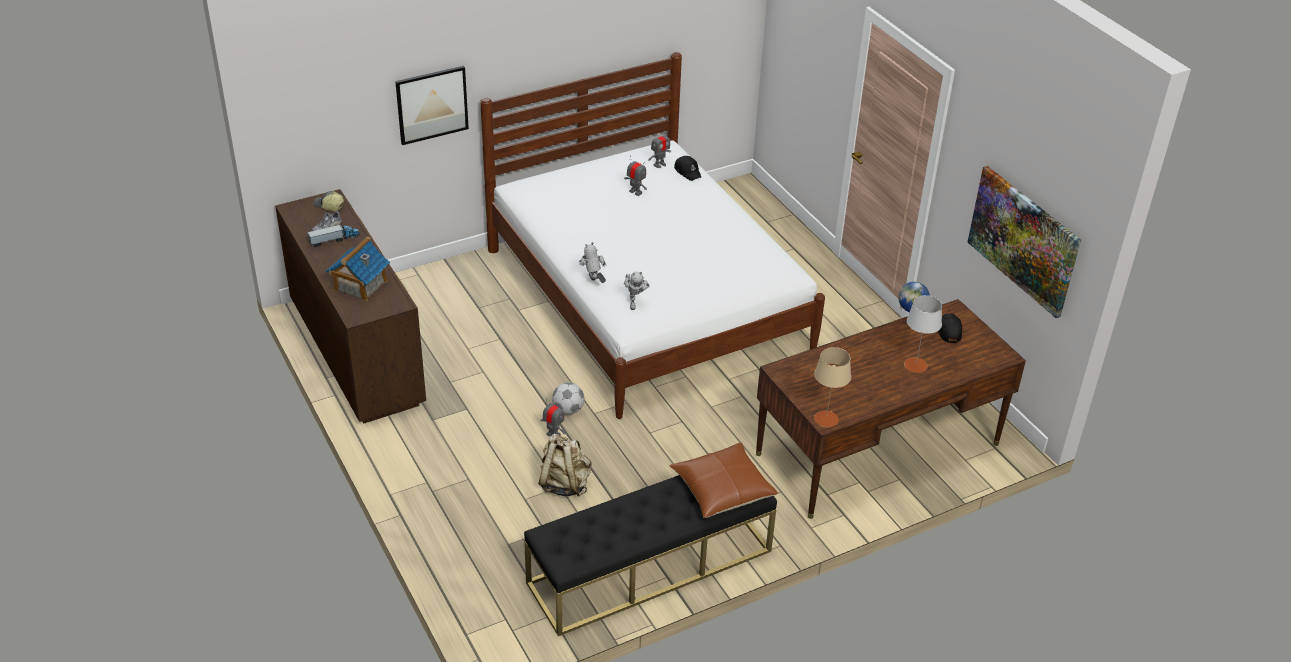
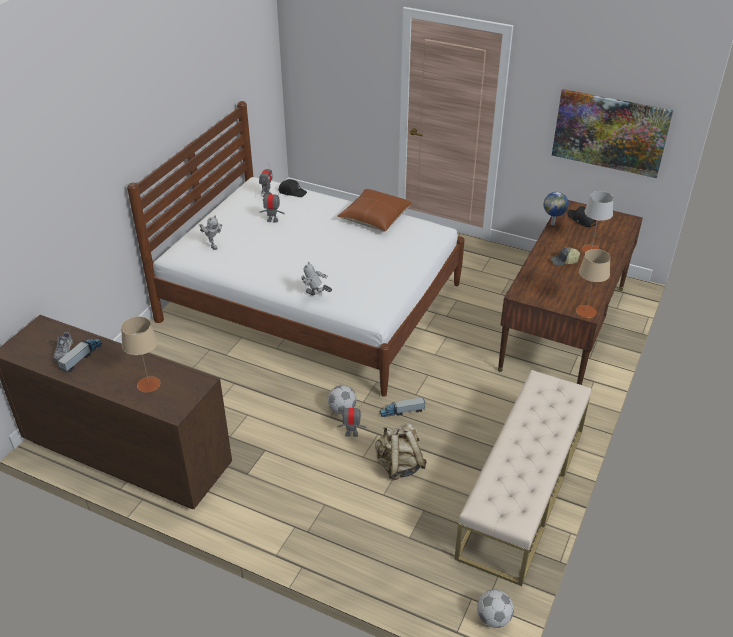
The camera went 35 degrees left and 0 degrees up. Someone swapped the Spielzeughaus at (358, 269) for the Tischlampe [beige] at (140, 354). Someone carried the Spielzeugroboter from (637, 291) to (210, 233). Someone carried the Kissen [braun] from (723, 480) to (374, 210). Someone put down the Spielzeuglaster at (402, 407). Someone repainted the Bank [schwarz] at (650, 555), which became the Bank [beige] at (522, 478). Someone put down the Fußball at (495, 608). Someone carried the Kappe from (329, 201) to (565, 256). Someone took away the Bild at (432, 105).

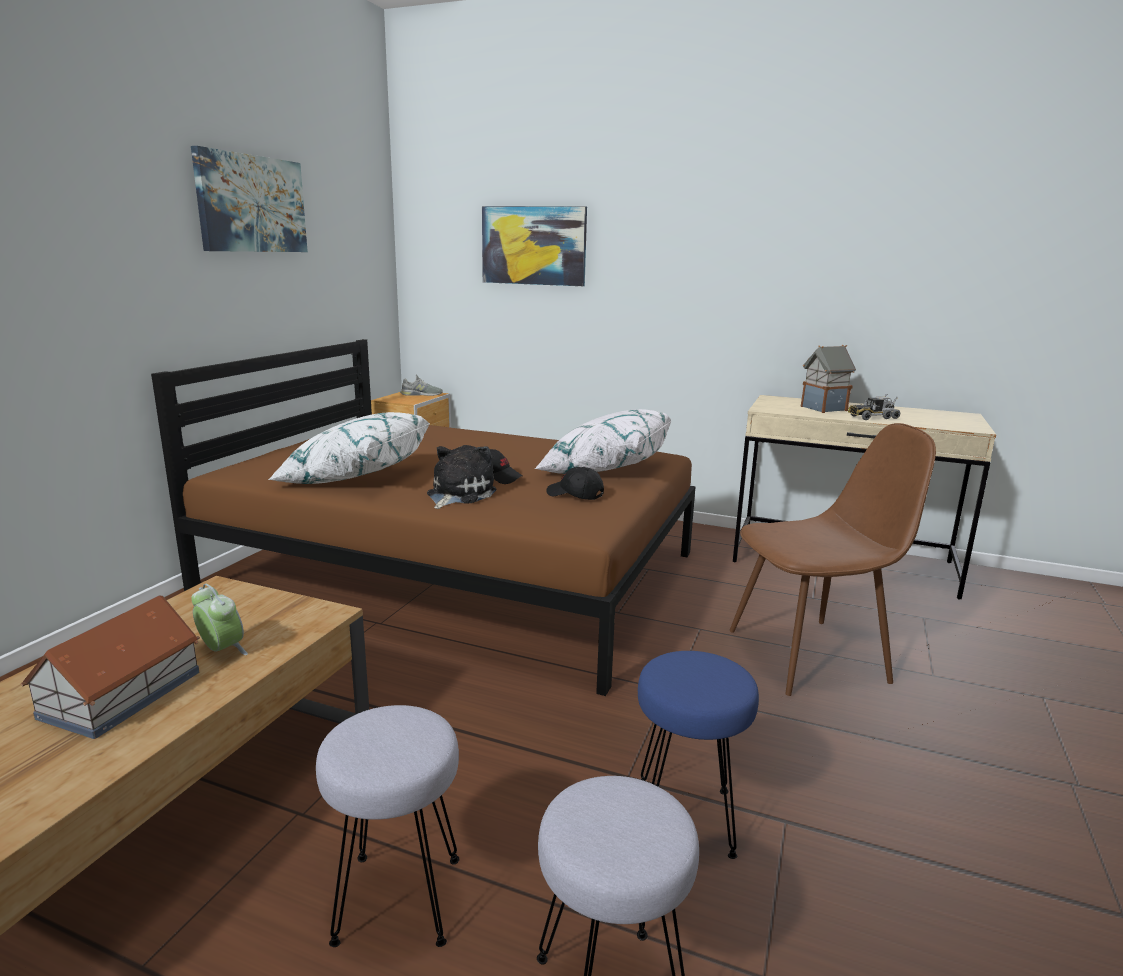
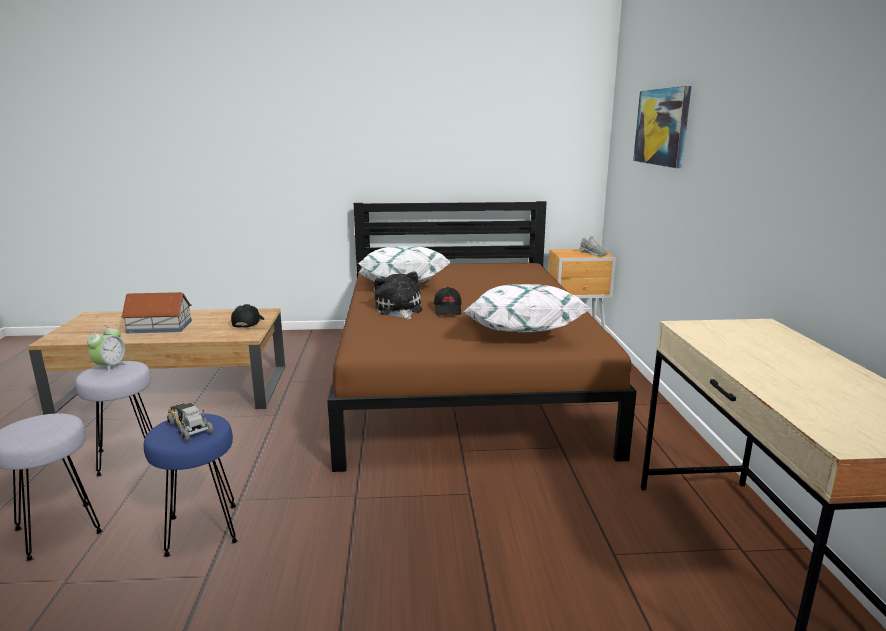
The camera went 65 degrees right and 0 degrees up. Someone carried the Wecker from (219, 619) to (107, 349). Someone carried the Spielzeuglaster from (874, 407) to (190, 422). Someone carried the Kappe [schwarz] from (575, 483) to (247, 316). Someone rotated the Plüschtier at (462, 477) by 105 degrees counterclockwise. Someone took away the Bild at (249, 199). Someone took away the Stuhl [braun] at (833, 559). Someone took away the Spielzeughaus at (828, 379).

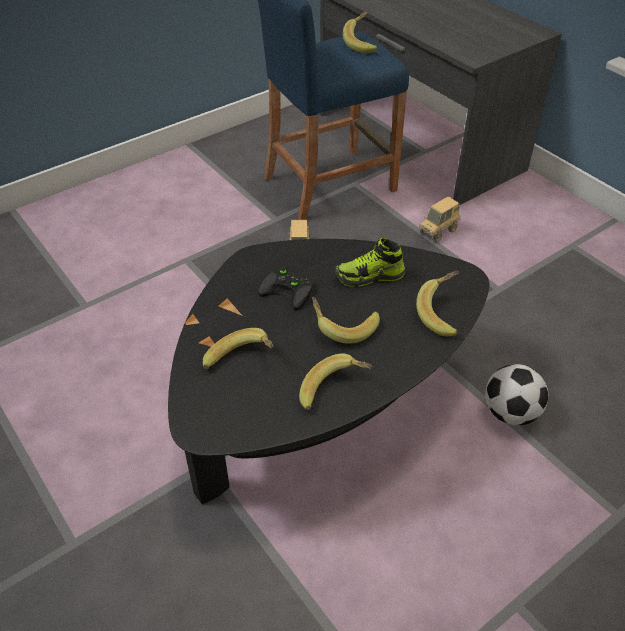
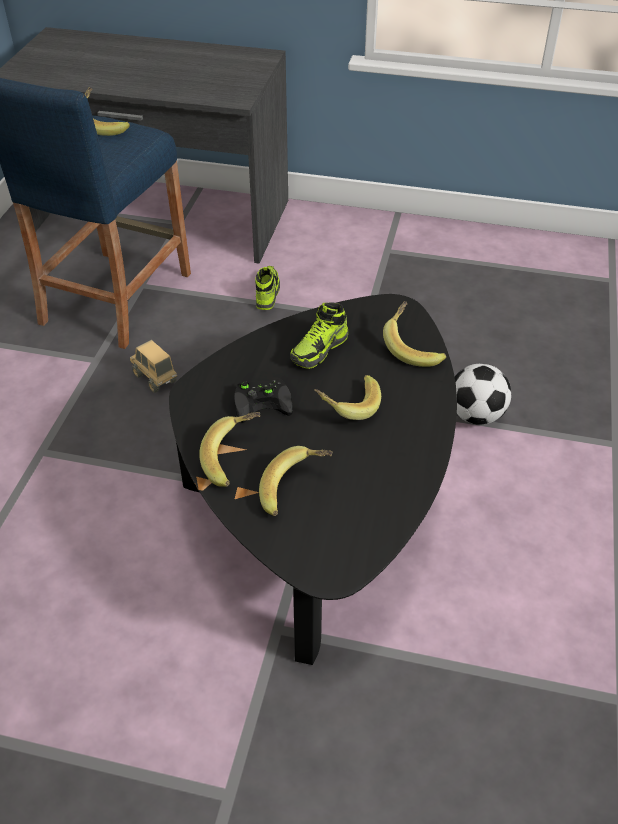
The camera went 40 degrees left and 0 degrees up. Someone carried the Banane from (335, 382) to (229, 449). Someone swapped the Spielzeuglaster at (440, 219) for the Schuh at (267, 288).

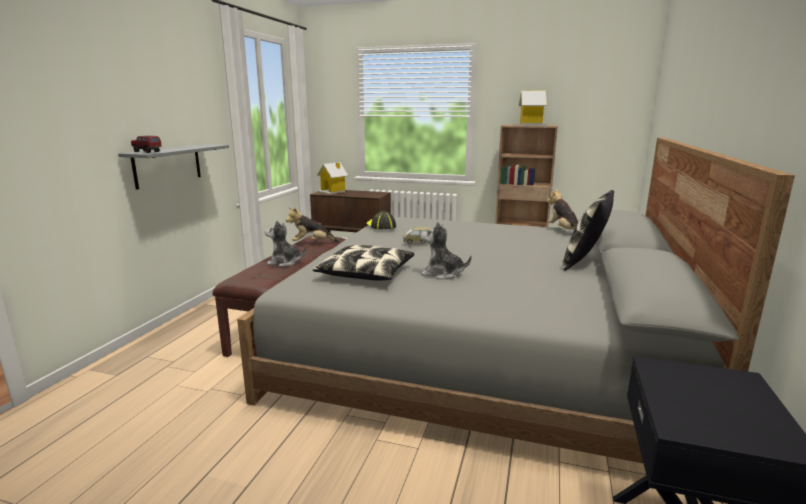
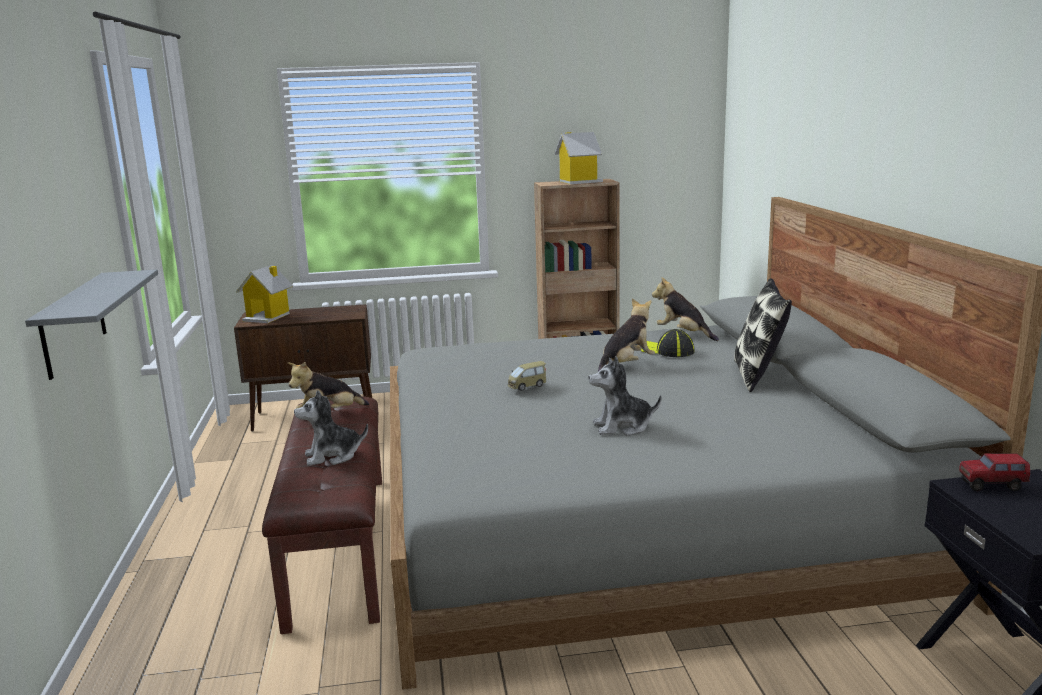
The camera went 25 degrees left and 0 degrees up. Someone put down the Plüschtier at (626, 335). Someone carried the Kappe from (381, 220) to (668, 343). Someone carried the Spielzeuglaster from (146, 144) to (994, 472). Someone took away the Kissen at (363, 263).

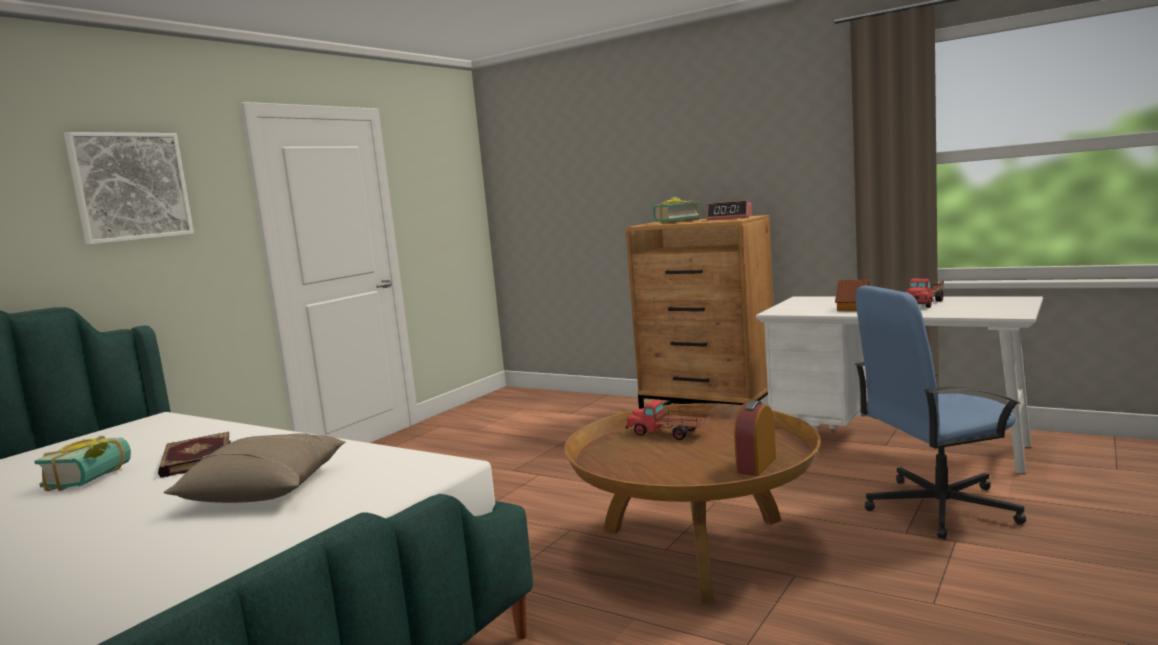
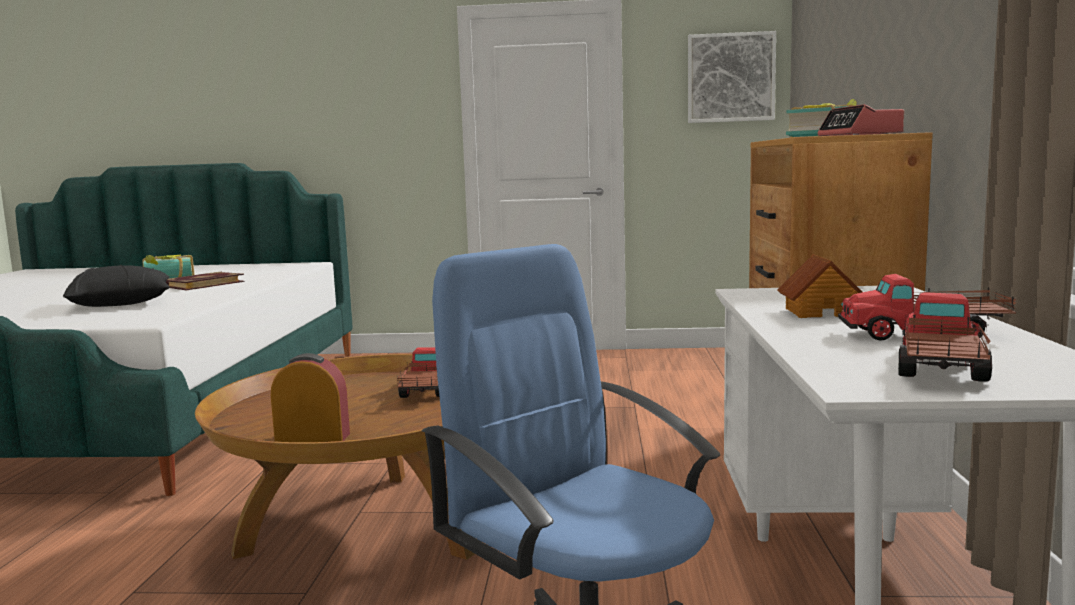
The camera went 60 degrees right and 0 degrees up. Someone repainted the Kissen [beige] at (255, 468), which became the Kissen [schwarz] at (116, 286). Someone carried the Bild from (129, 188) to (732, 77). Someone put down the Spielzeuglaster at (945, 337).

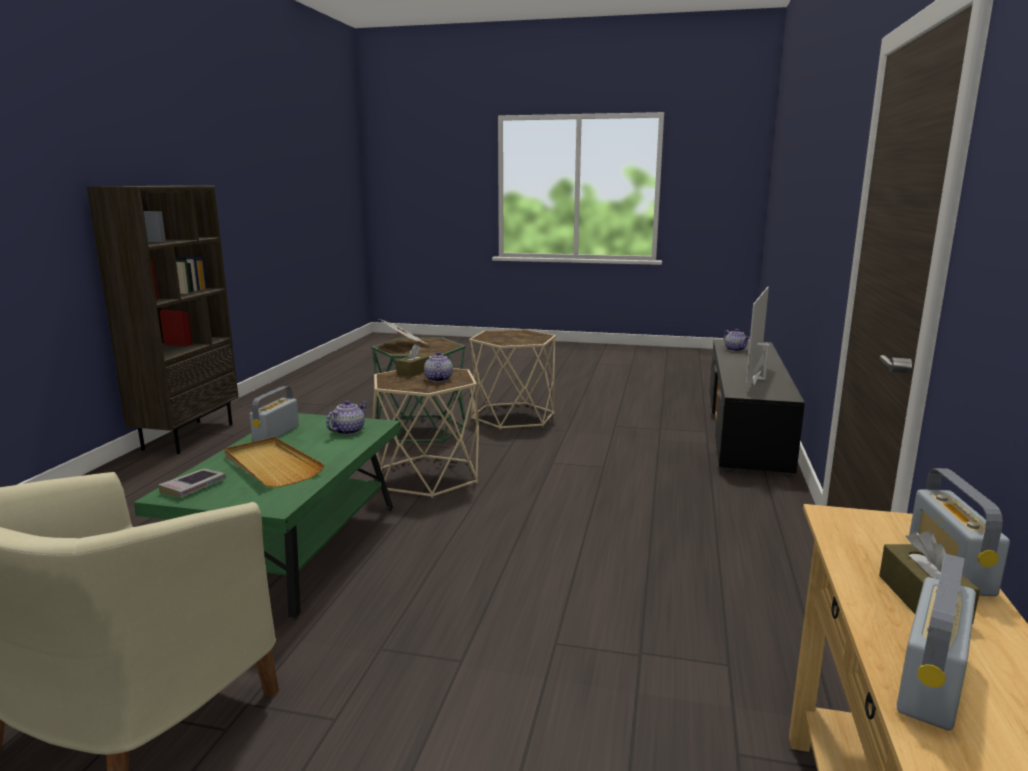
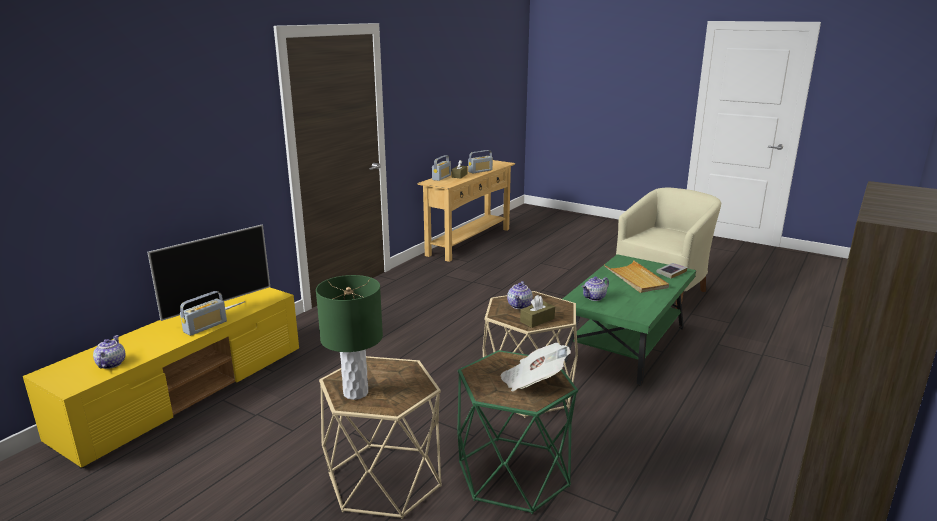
The camera went 160 degrees left and 5 degrees up. Someone repainted the Fernsehschrank [schwarz] at (757, 408), which became the Fernsehschrank [gelb] at (161, 377). Someone carried the Radio from (274, 414) to (203, 313). Someone put down the Tischlampe [grün] at (349, 337).

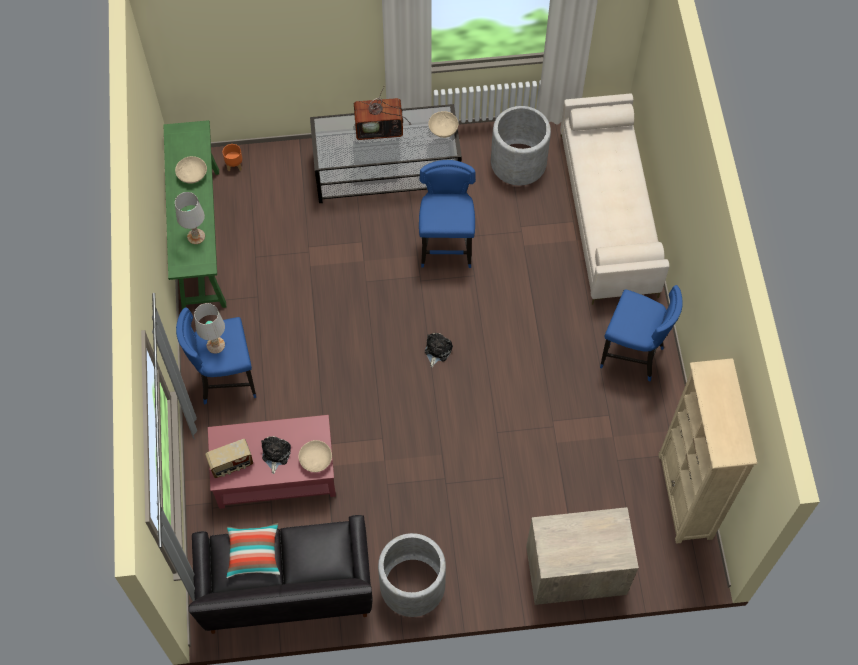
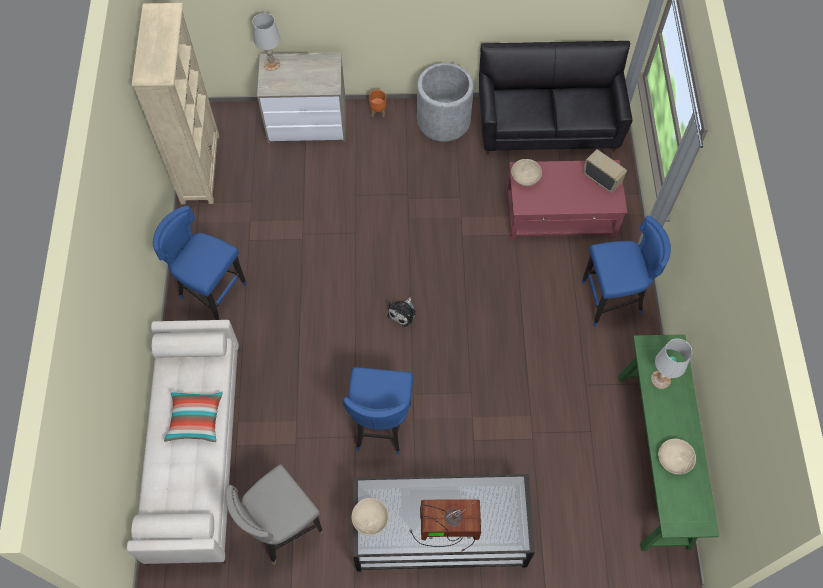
The camera went 175 degrees left and 0 degrees up. Someone carried the Kissen from (253, 550) to (193, 416). Someone swapped the Pflanzkübel [grau] at (521, 145) for the Hocker [grau] at (274, 514). Someone carried the Tischlampe [weiß] from (209, 328) to (266, 42). Someone carried the Pflanzkübel [orange] from (232, 157) to (378, 103). Someone rotated the Radio at (229, 458) by 60 degrees clockwise. Someone took away the Plüschtier at (276, 455).

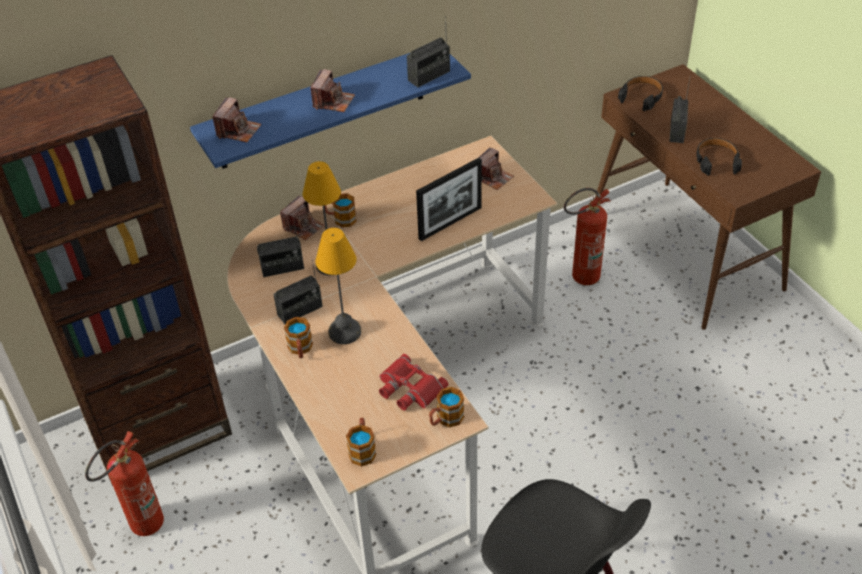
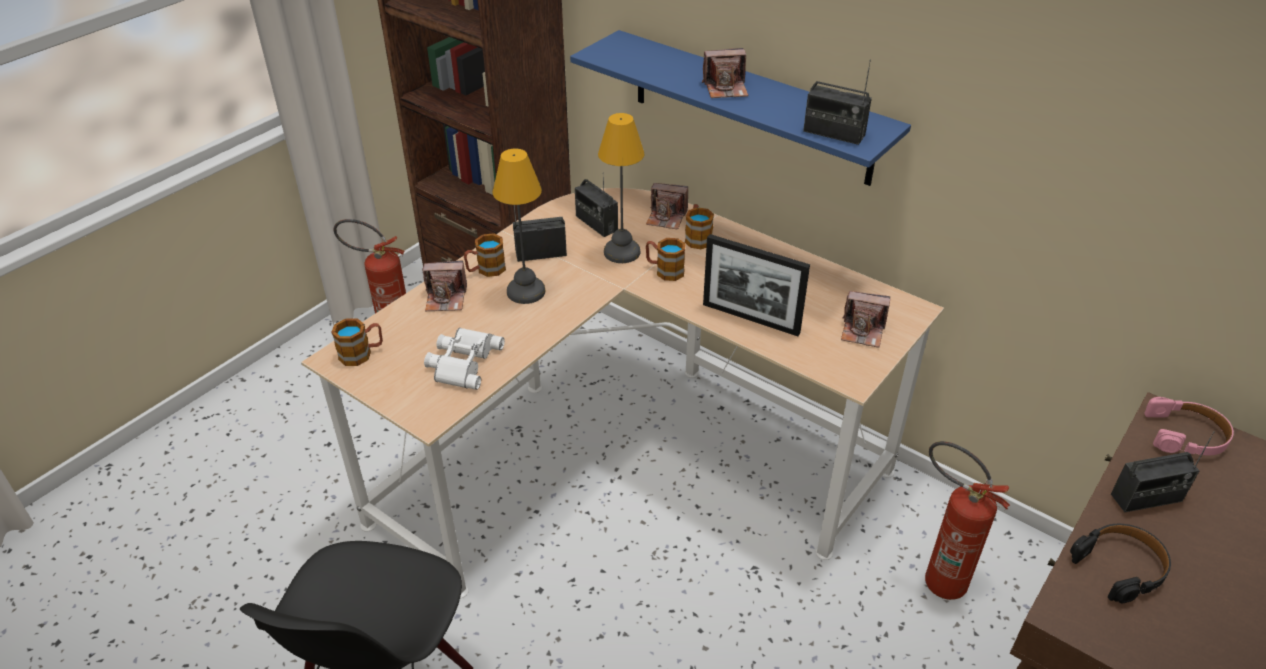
The camera went 65 degrees right and 5 degrees down. Someone carried the Kamera from (236, 119) to (444, 285). Someone repainted the Fernglas [rot] at (413, 382), which became the Fernglas [weiß] at (464, 359). Someone rotated the Radio at (298, 292) by 135 degrees clockwise. Someone carried the Henkelbecher from (446, 407) to (666, 259). Someone repainted the Kopfhörer [schwarz] at (640, 93), which became the Kopfhörer [rosa] at (1189, 426).

